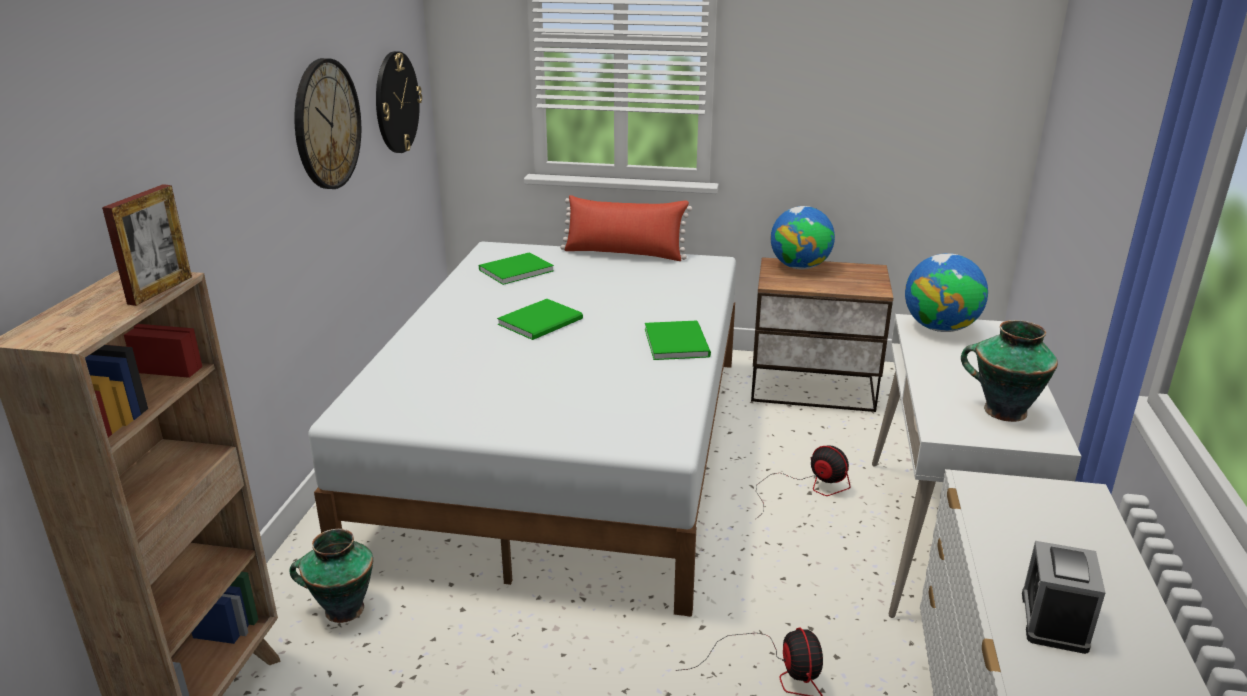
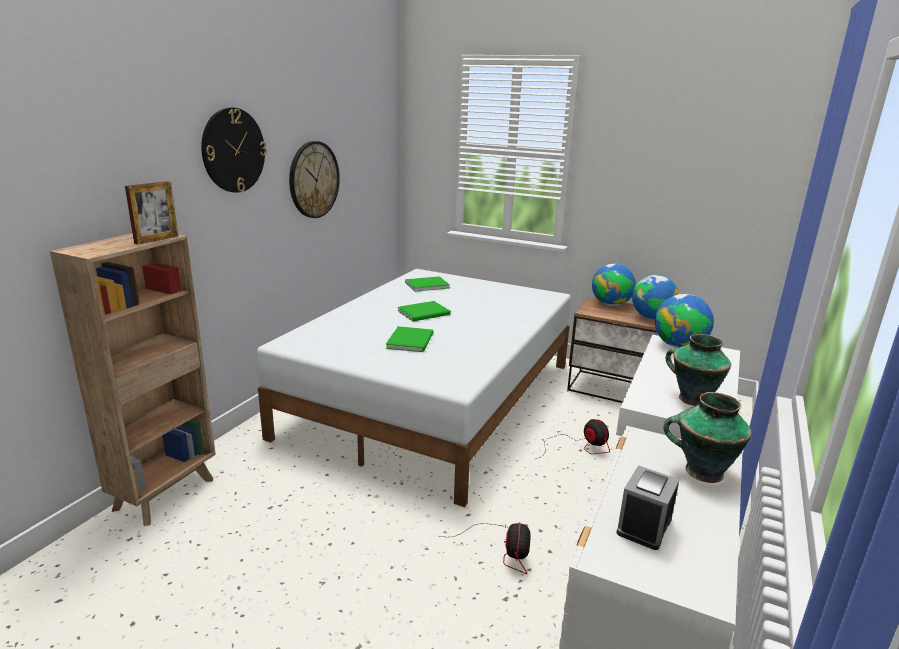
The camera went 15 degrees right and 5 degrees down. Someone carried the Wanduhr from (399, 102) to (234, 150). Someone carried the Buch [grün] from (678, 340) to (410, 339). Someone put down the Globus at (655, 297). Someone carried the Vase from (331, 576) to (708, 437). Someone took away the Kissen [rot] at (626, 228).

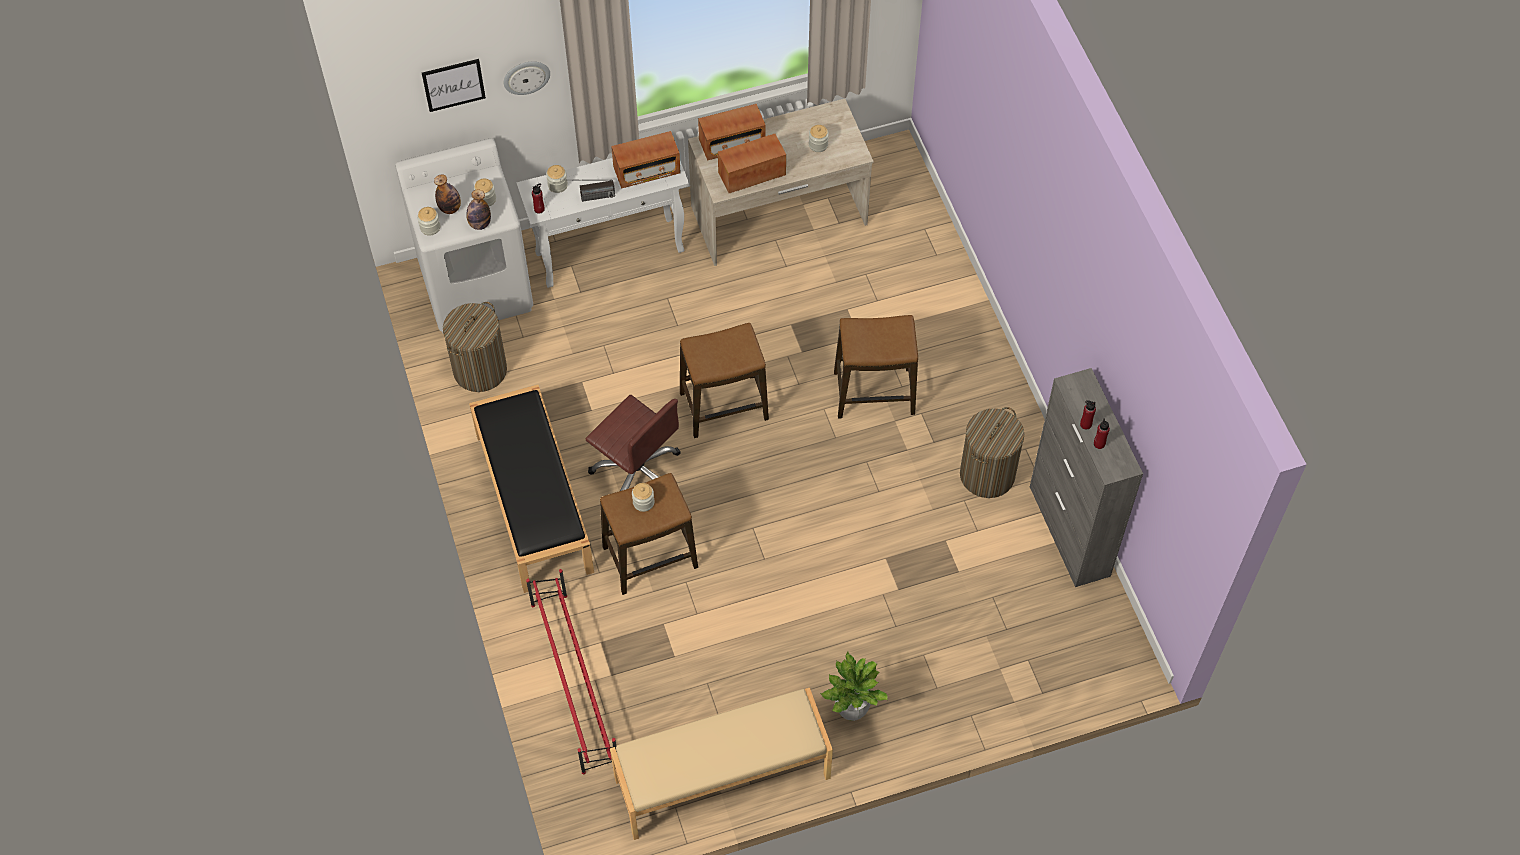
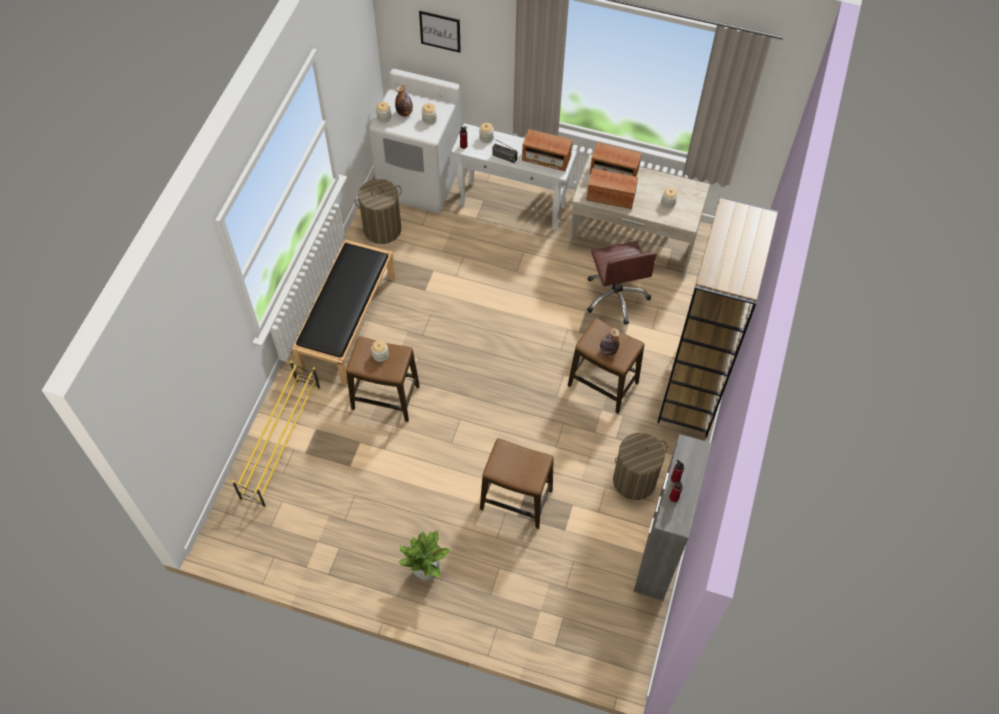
The camera went 35 degrees right and 0 degrees up. Someone repainted the Schuhregal [rot] at (571, 672), which became the Schuhregal [gelb] at (276, 434). Someone carried the Hocker from (724, 380) to (517, 483). Someone carried the Bürostuhl [braun] from (633, 443) to (622, 282). Someone carried the Flasche from (478, 210) to (610, 342). Someone put down the Bücherregal [braun] at (717, 317). Someone took away the Wanduhr at (527, 78). Someone took away the Bank [beige] at (721, 764).

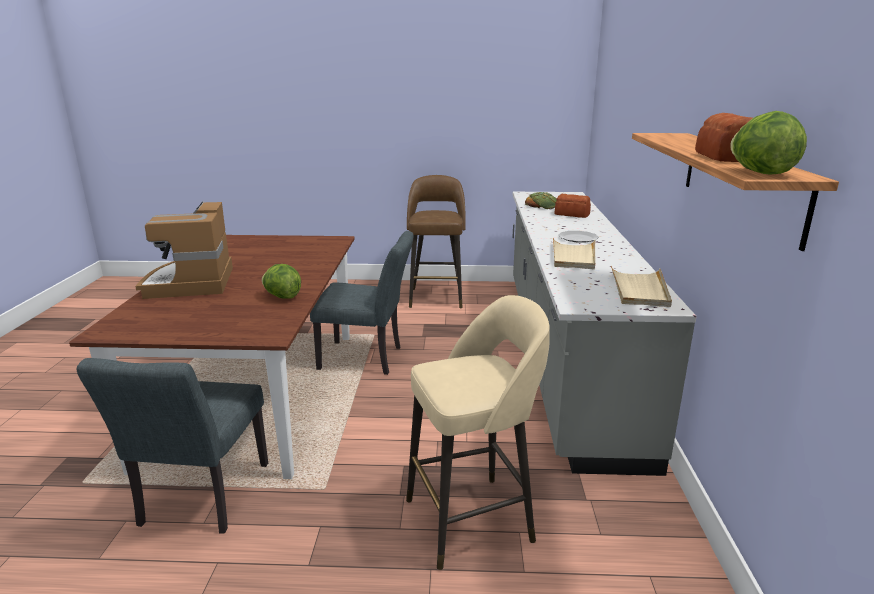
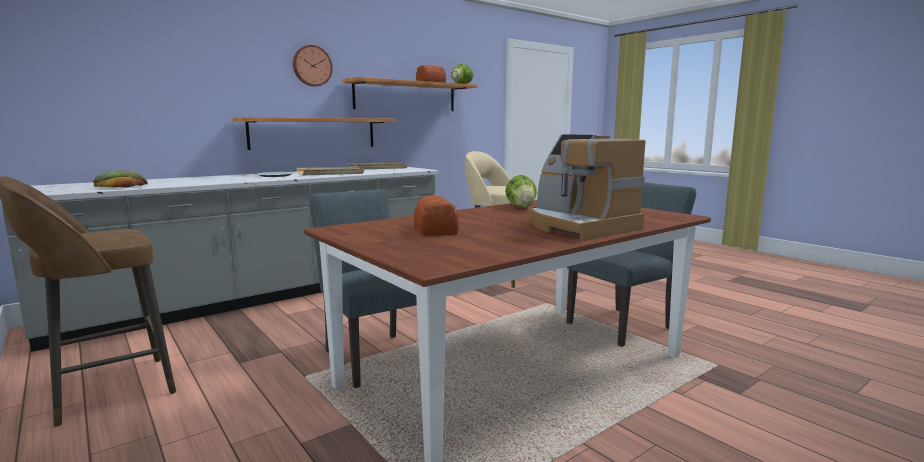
The camera went 130 degrees left and 10 degrees down. Someone put up the Wandregal at (314, 133). Someone put up the Wanduhr at (313, 65). Someone carried the Brot from (573, 206) to (436, 215). Someone rotated the Kaffeemaschine at (184, 250) by 105 degrees clockwise.

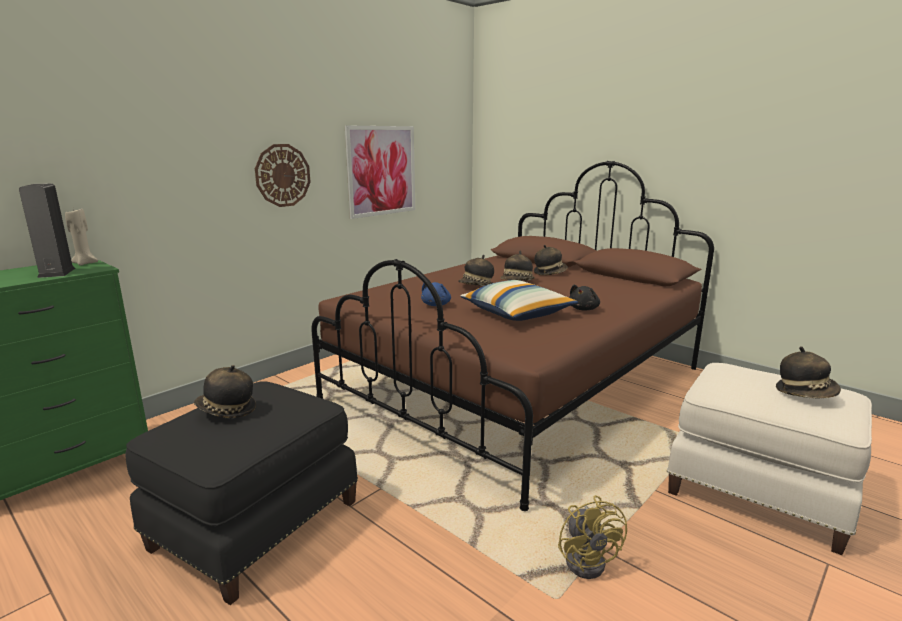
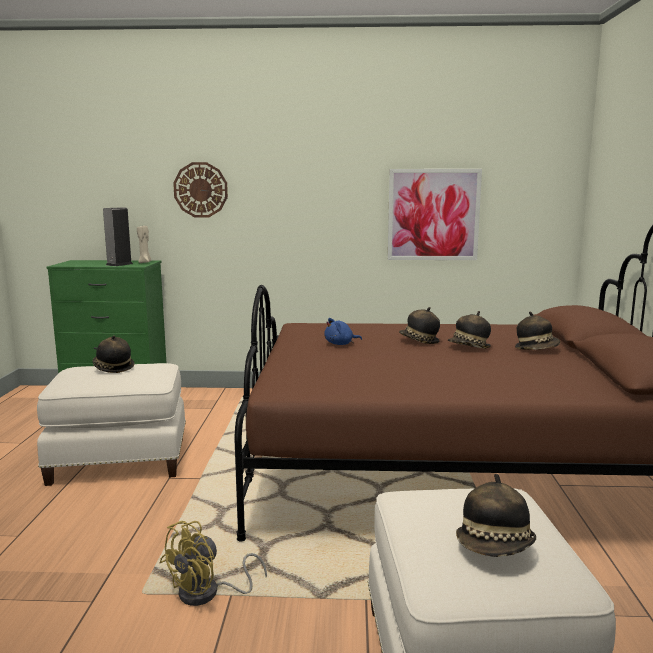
The camera went 50 degrees right and 5 degrees down. Someone repainted the Polsterhocker [schwarz] at (242, 493), which became the Polsterhocker [weiß] at (111, 424). Someone carried the Wanduhr from (282, 175) to (200, 190). Someone took away the Kissen at (519, 300). Someone took away the Plüschtier [schwarz] at (584, 298).

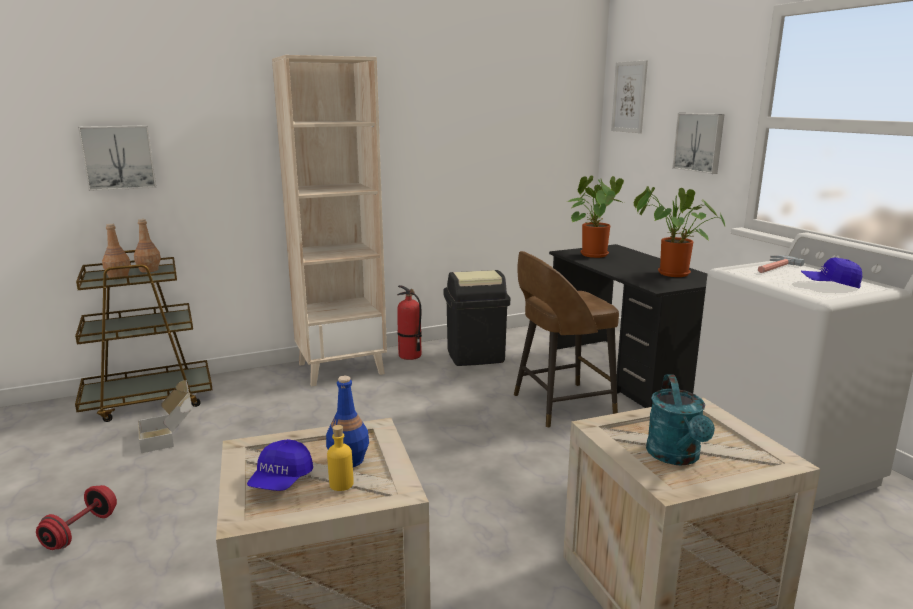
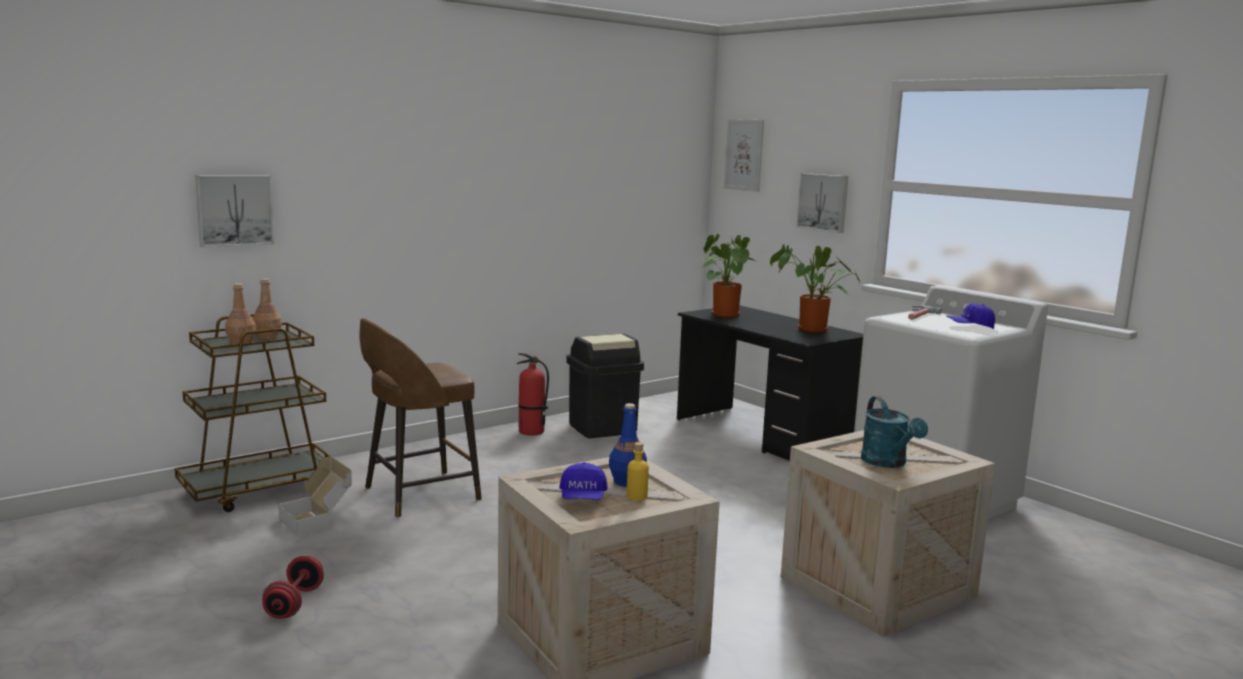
The camera went 15 degrees left and 5 degrees down. Someone carried the Hocker [braun] from (566, 339) to (420, 418). Someone took away the Bücherregal [beige] at (329, 221).

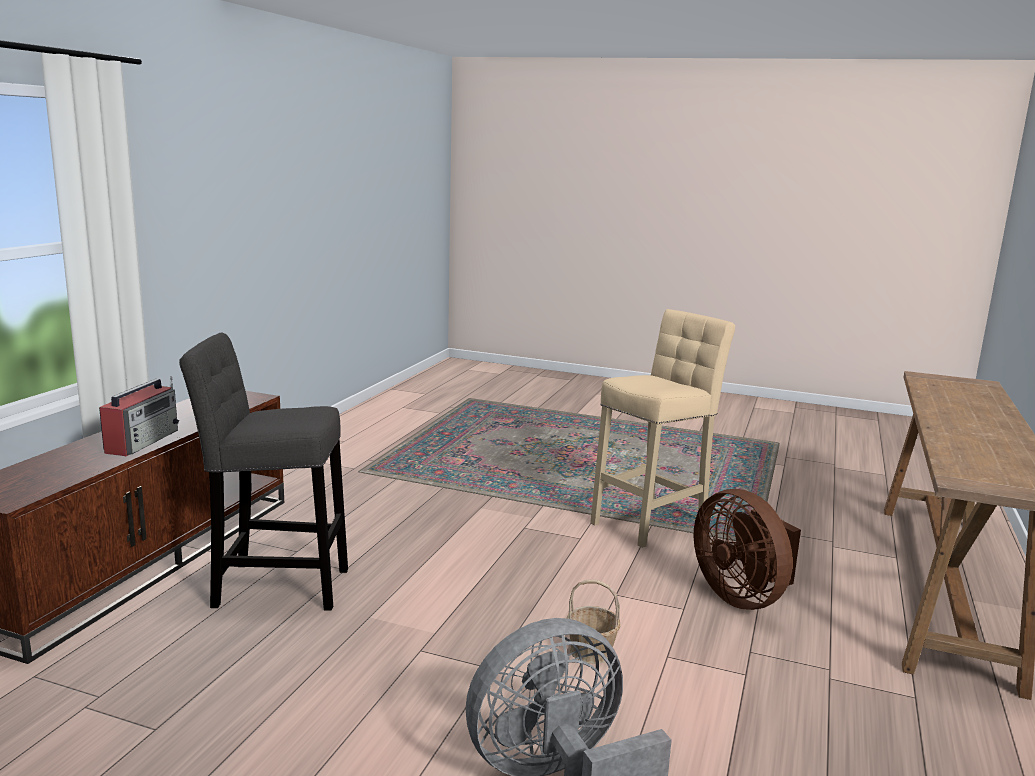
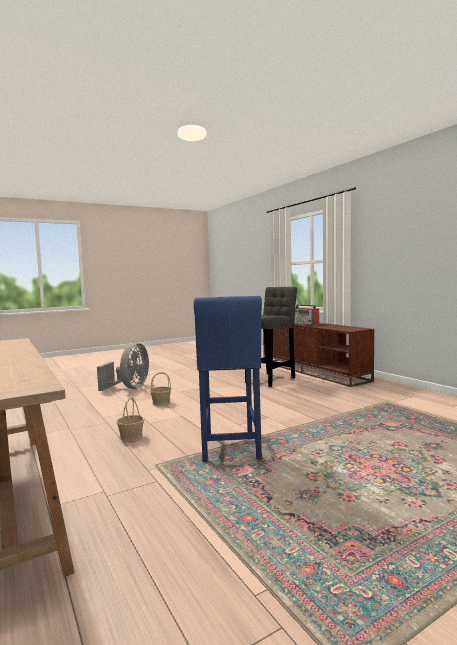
The camera went 130 degrees right and 10 degrees down. Someone swapped the Ventilator [braun] at (747, 549) for the Korb at (130, 419). Someone repainted the Hocker [beige] at (662, 428), which became the Hocker [blau] at (228, 379).

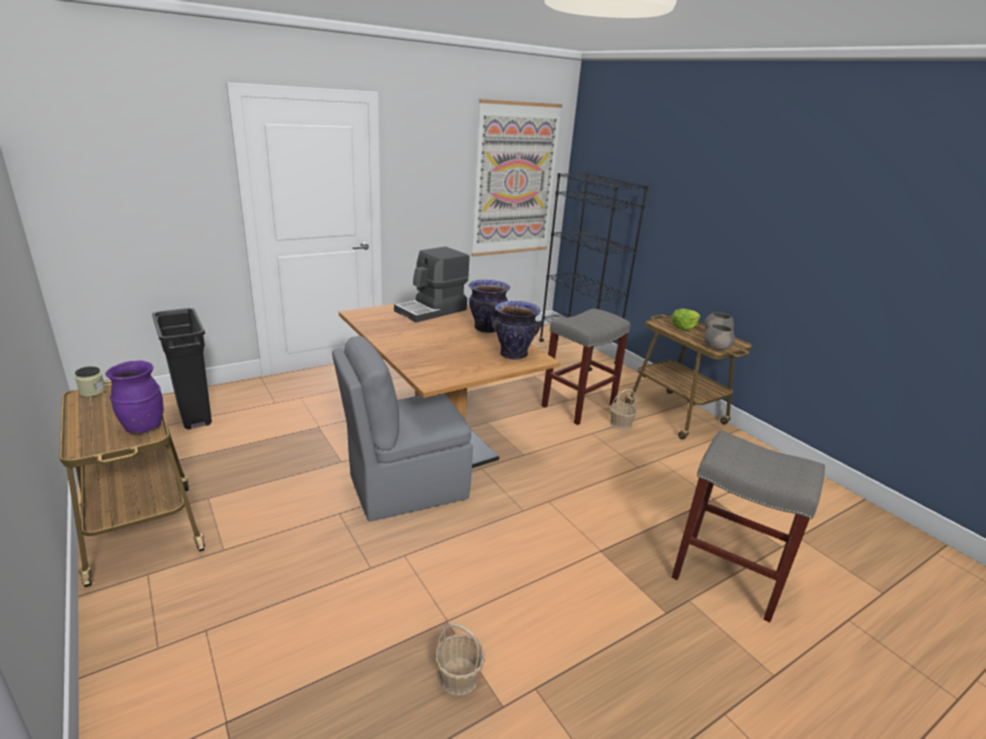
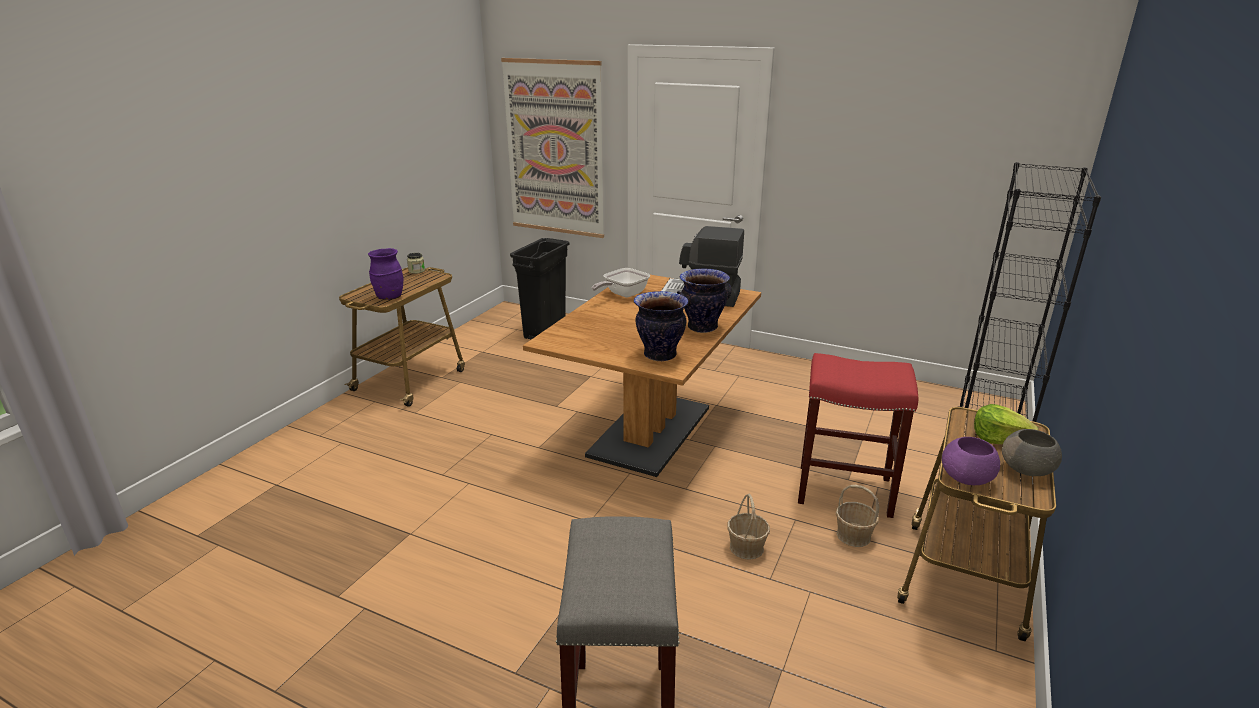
The camera went 60 degrees right and 0 degrees up. Someone carried the Bild from (517, 178) to (552, 148). Someone put down the Pfanne at (621, 282). Someone carried the Korb from (460, 659) to (748, 527). Someone repainted the Hocker [grau] at (585, 366), which became the Hocker [rot] at (858, 435). Someone repainted the Schüssel [grau] at (719, 337), which became the Schüssel [lila] at (971, 461). Someone took away the Stuhl [grau] at (402, 428).

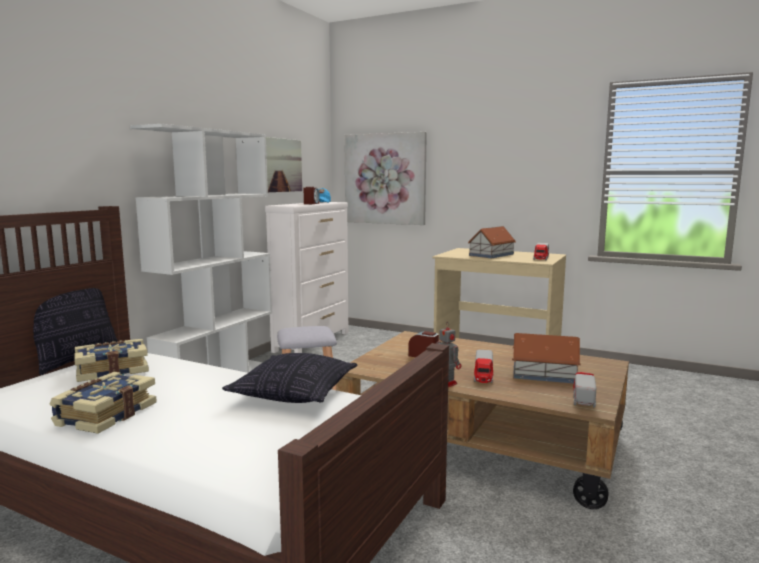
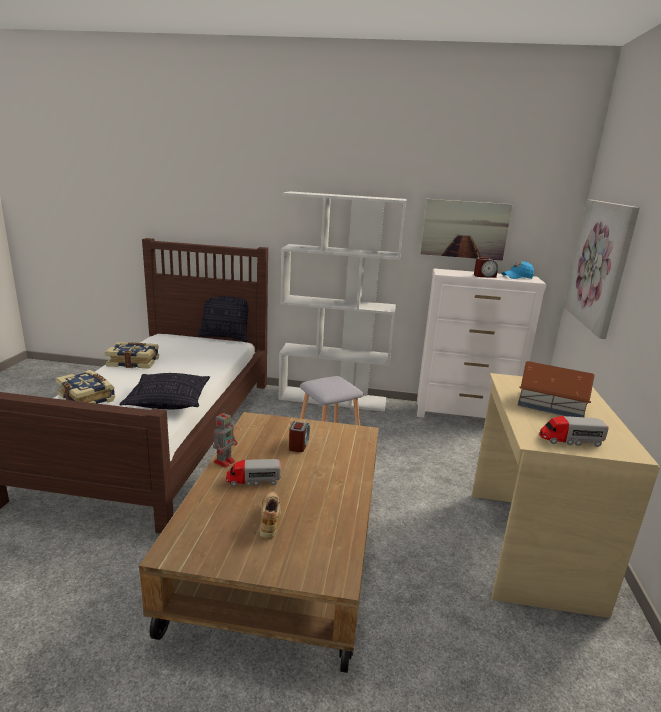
The camera went 70 degrees right and 10 degrees up. Someone carried the Buch from (111, 360) to (85, 387). Someone swapped the Spielzeughaus at (546, 358) for the Schuh [beige] at (270, 515). Someone took away the Spielzeuglaster at (584, 389).

